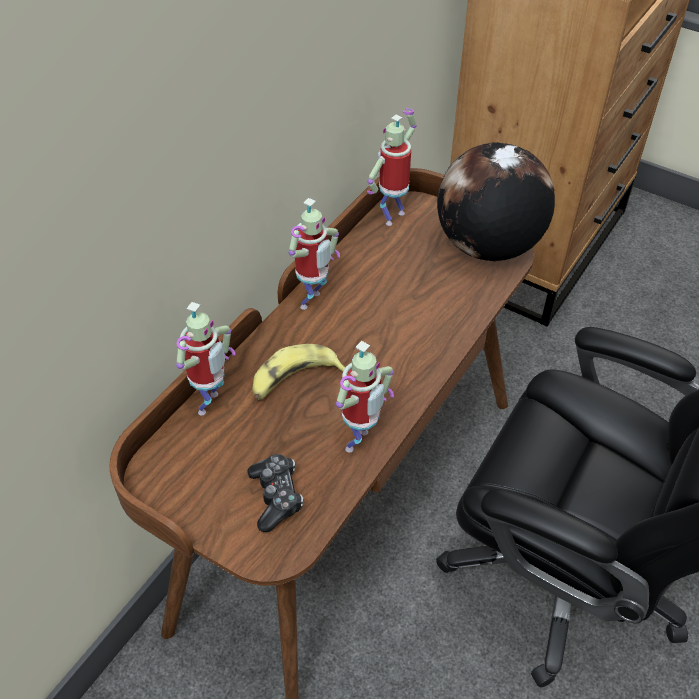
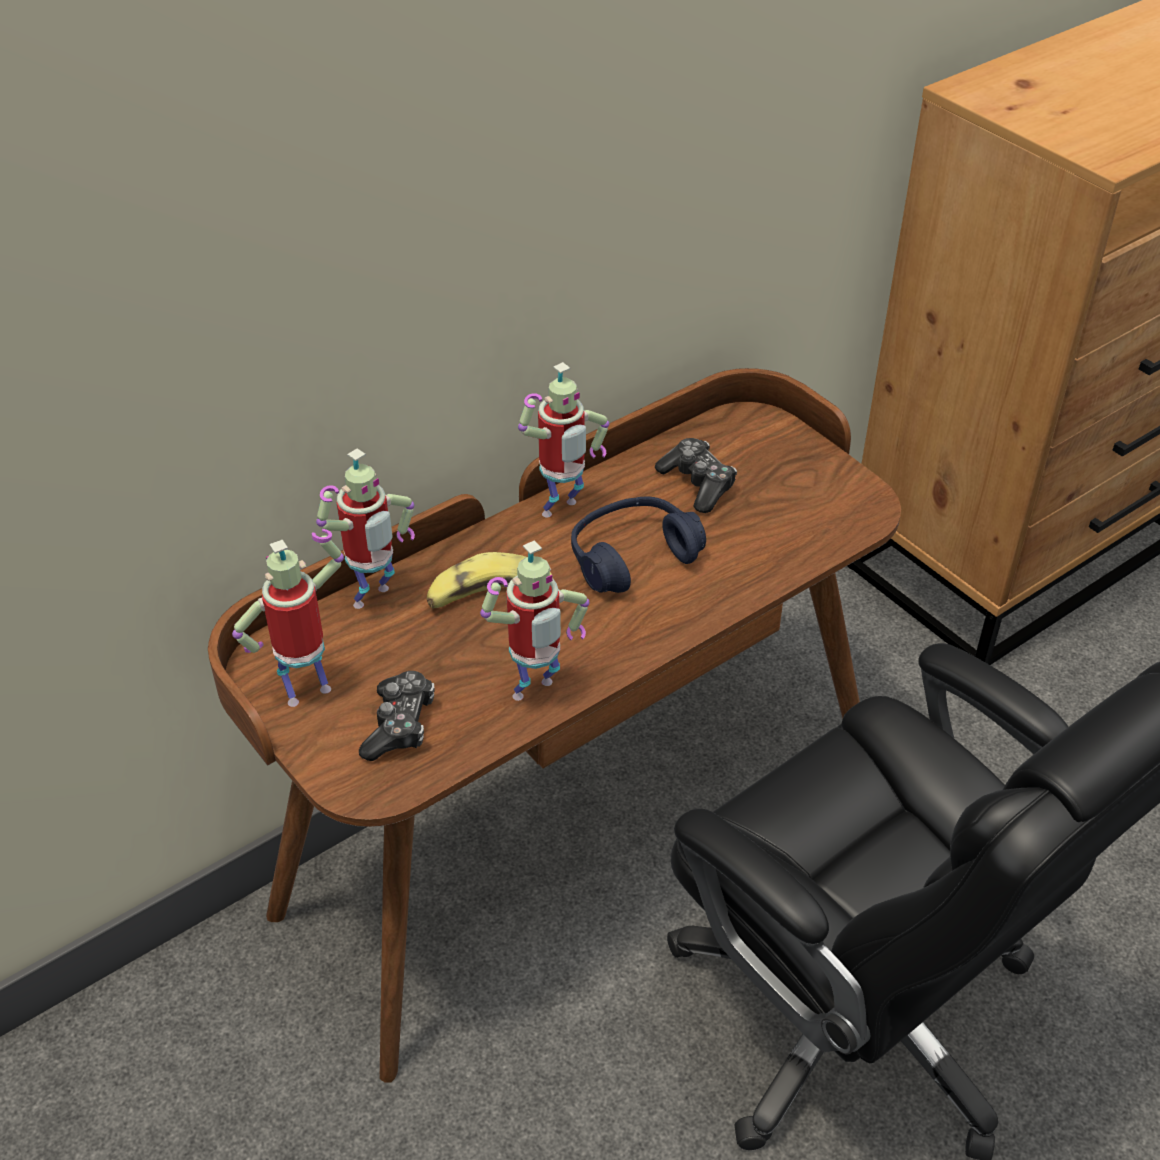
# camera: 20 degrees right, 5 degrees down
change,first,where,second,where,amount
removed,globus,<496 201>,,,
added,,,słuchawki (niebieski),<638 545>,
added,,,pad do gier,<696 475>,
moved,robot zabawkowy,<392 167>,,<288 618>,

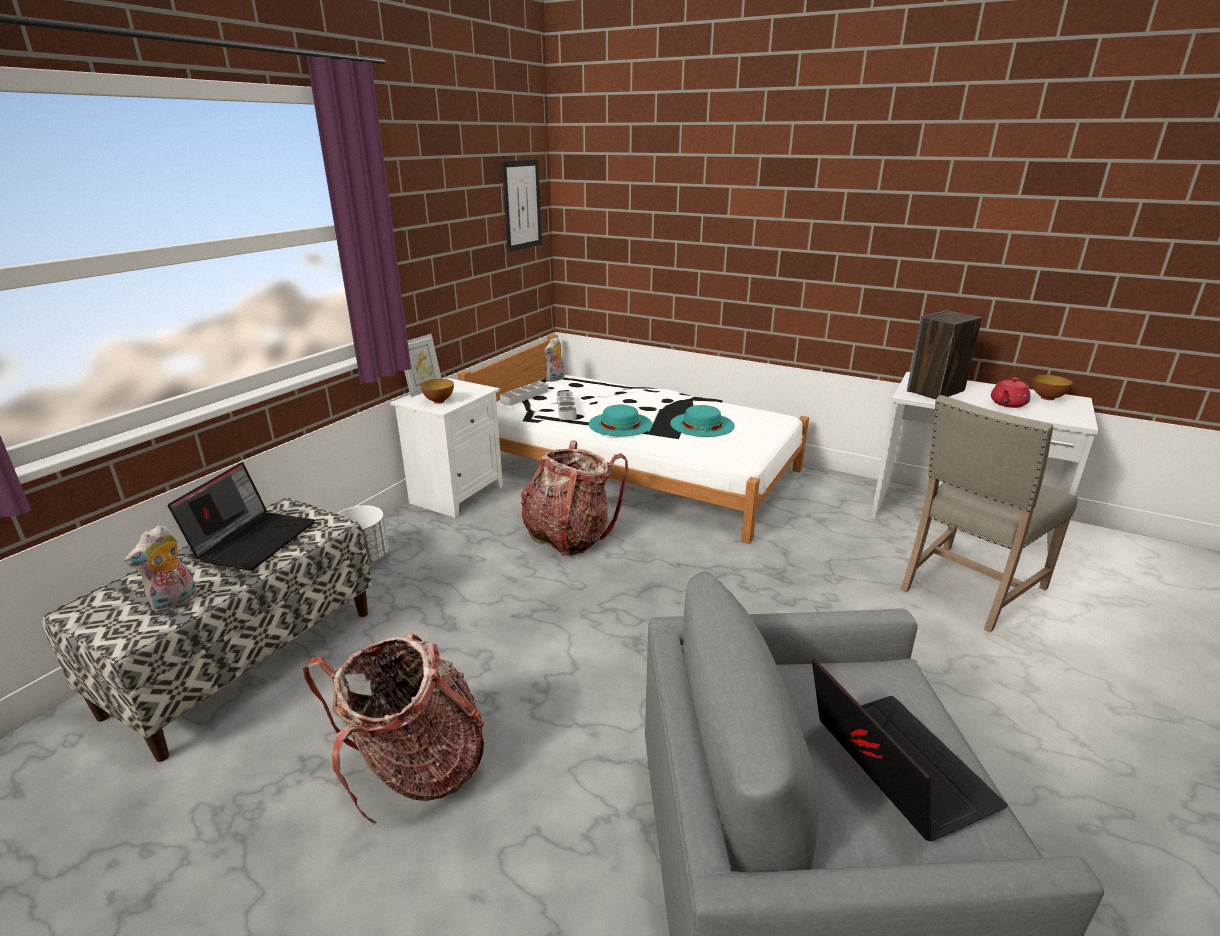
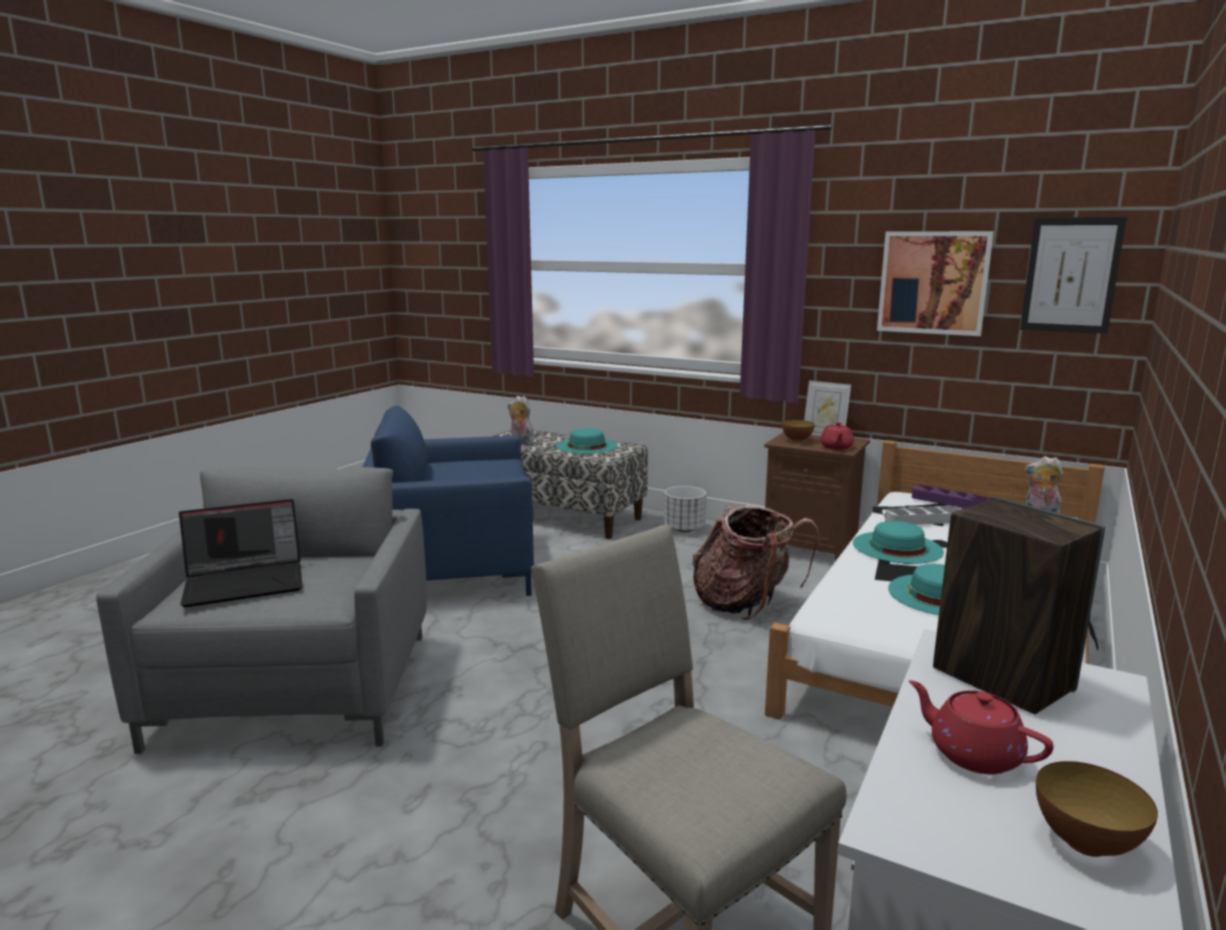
# camera: 90 degrees right, 10 degrees down
change,first,where,second,where,amount
added,,,imbryk (czerwony),<837 436>,
added,,,obraz,<935 283>,
replaced,laptop,<241 516>,kapelusz (turkusowy),<587 441>,
replaced,plecak,<393 729>,fotel (niebieski),<448 500>,
recoloured,szafka nocna (biały),<446 448>,szafka nocna (brązowy),<817 496>,
recoloured,taca (szary),<524 393>,taca (fioletowy),<951 496>,

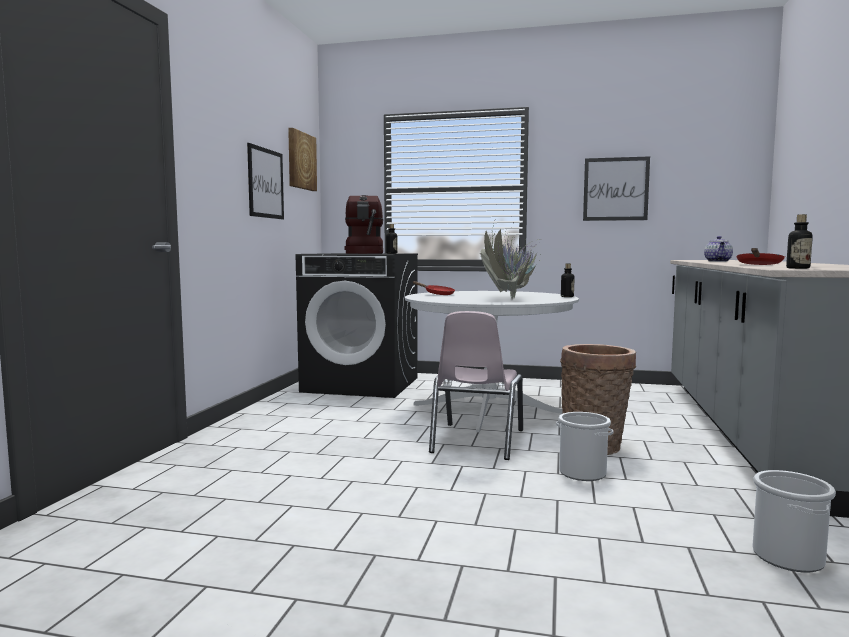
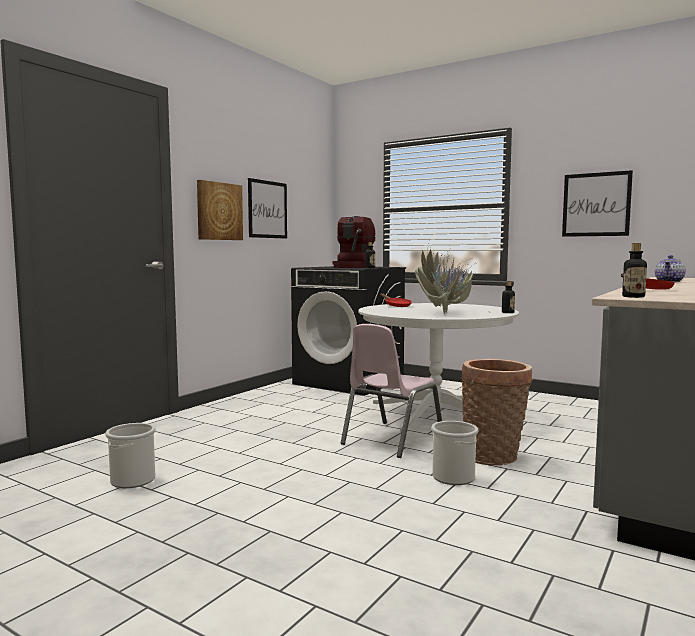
# camera: 20 degrees right, 0 degrees up
change,first,where,second,where,amount
moved,obraz,<302 159>,,<220 210>,
moved,wiadro,<794 521>,,<130 455>,

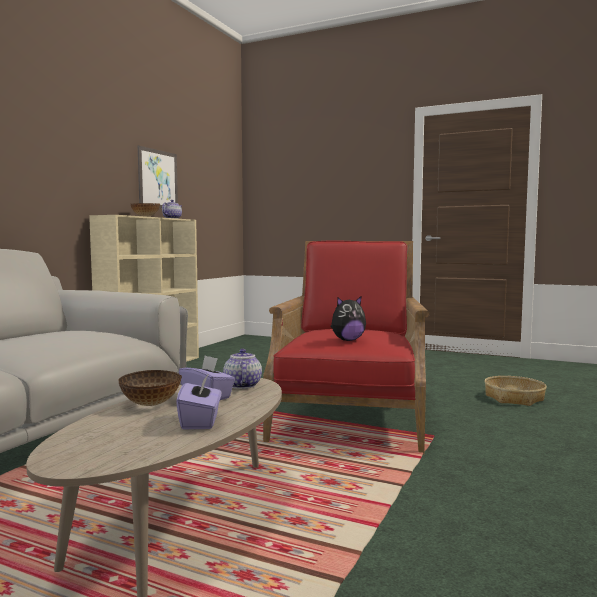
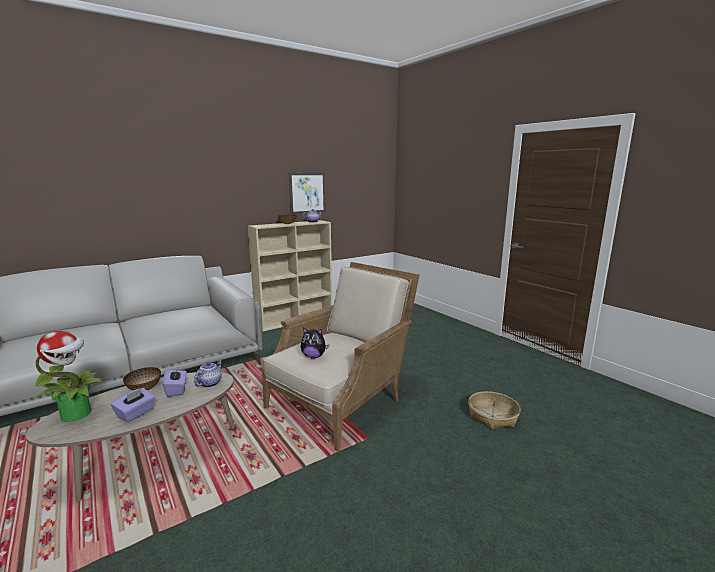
# camera: 30 degrees right, 10 degrees up
change,first,where,second,where,amount
added,,,roślina doniczkowa,<70 376>,
recoloured,fotel (czerwony),<346 347>,fotel (beżowy),<341 357>,

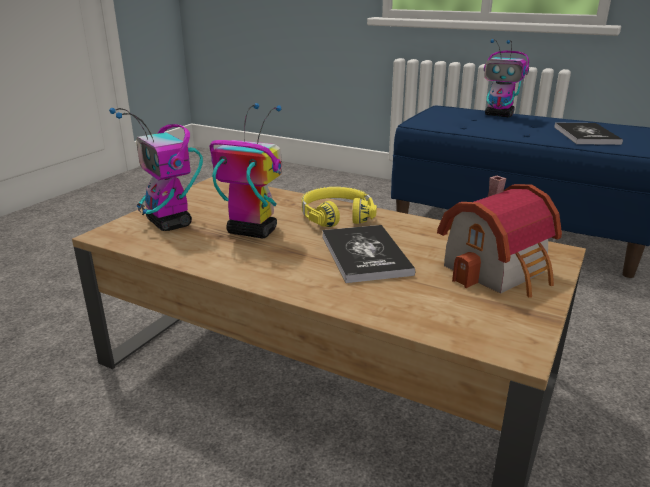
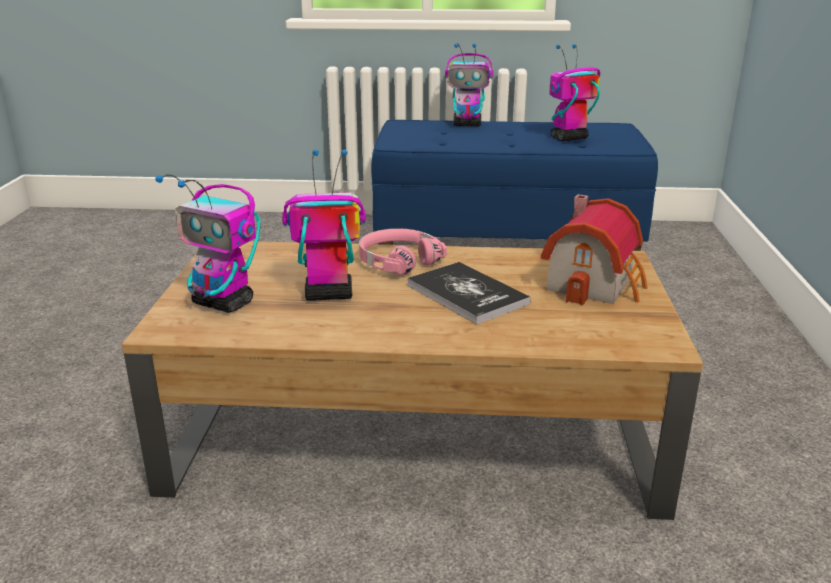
# camera: 25 degrees left, 0 degrees up
change,first,where,second,where,amount
replaced,książka,<588 134>,robot zabawkowy,<574 92>,
recoloured,słuchawki (żółty),<339 207>,słuchawki (różowy),<403 251>,

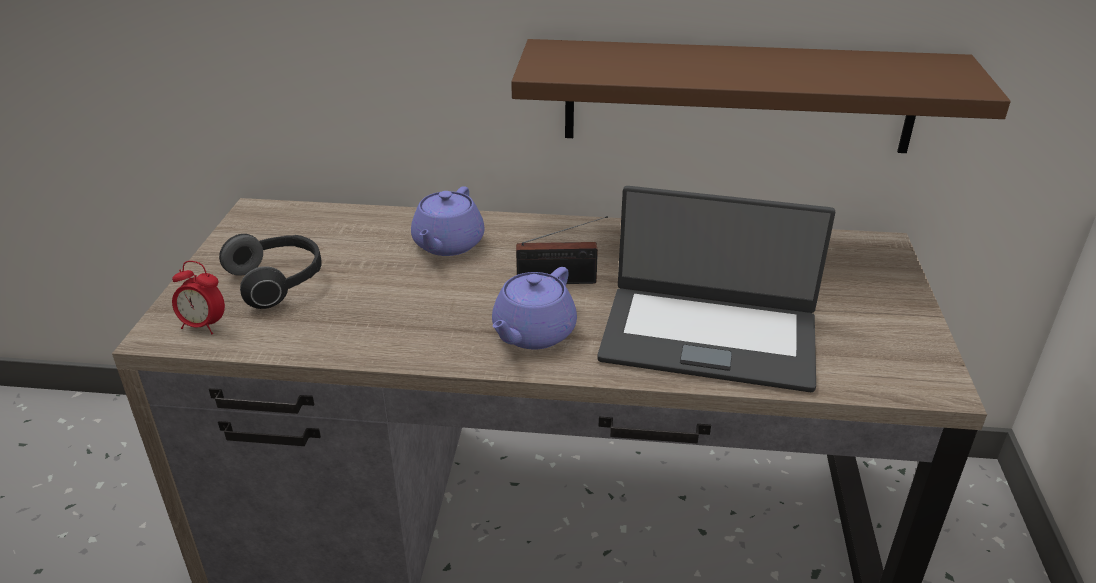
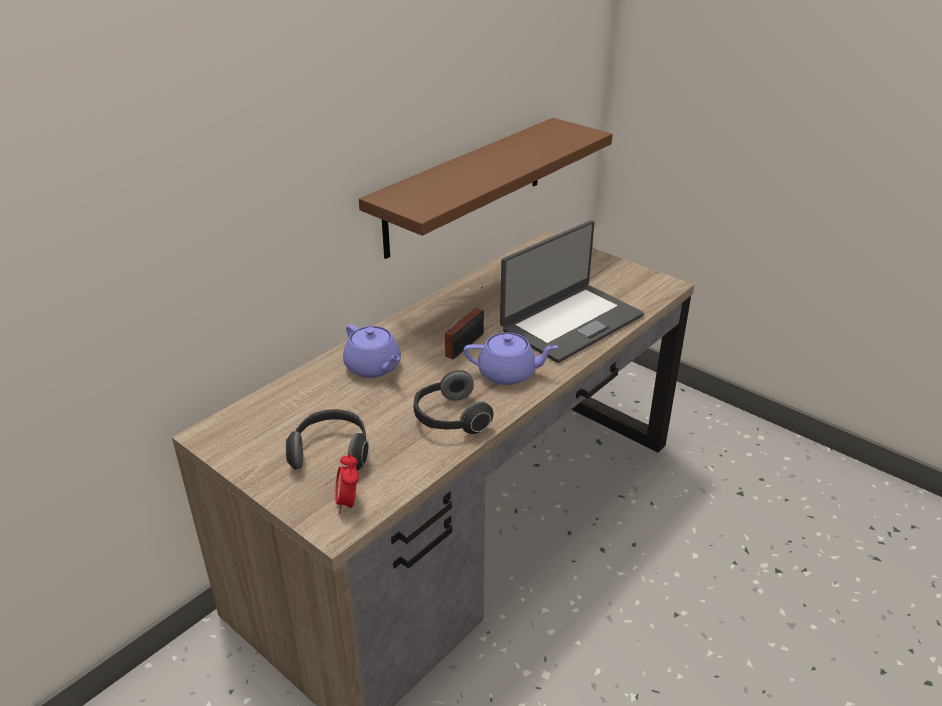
# camera: 55 degrees left, 0 degrees up
change,first,where,second,where,amount
added,,,słuchawki,<454 402>,
turned,budzik,<198 298>,,<347 483>,120 degrees clockwise
turned,imbryk (fioletowy),<534 308>,,<511 358>,60 degrees counterclockwise

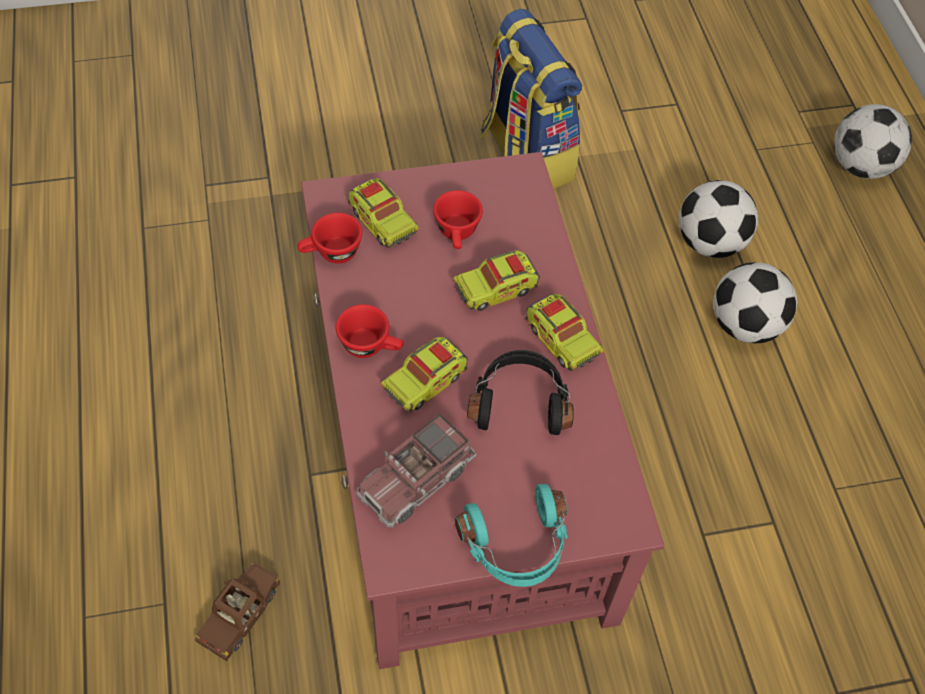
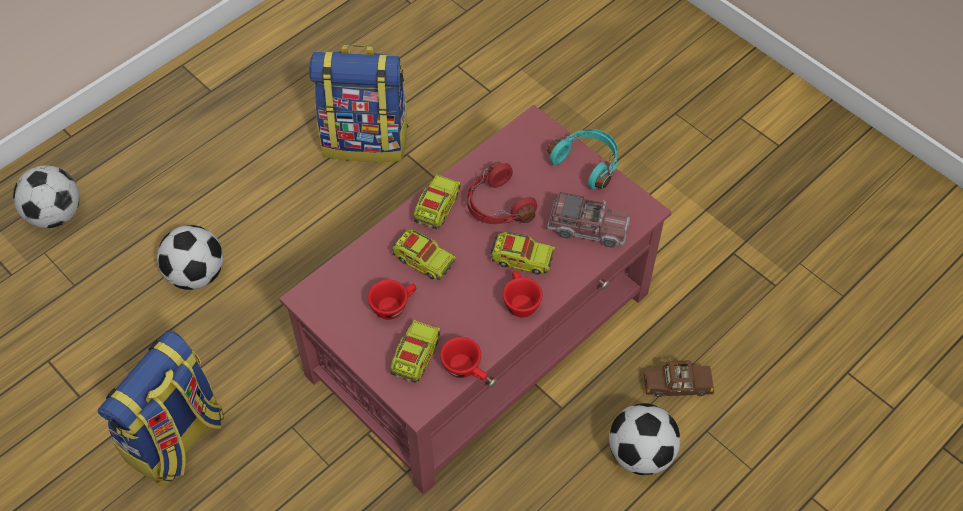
# camera: 120 degrees left, 0 degrees up
change,first,where,second,where,amount
added,,,plecak,<359 103>,
moved,piłka futbolowa,<755 302>,,<644 439>,
recoloured,słuchawki (czarny),<520 392>,słuchawki (czerwony),<502 193>,

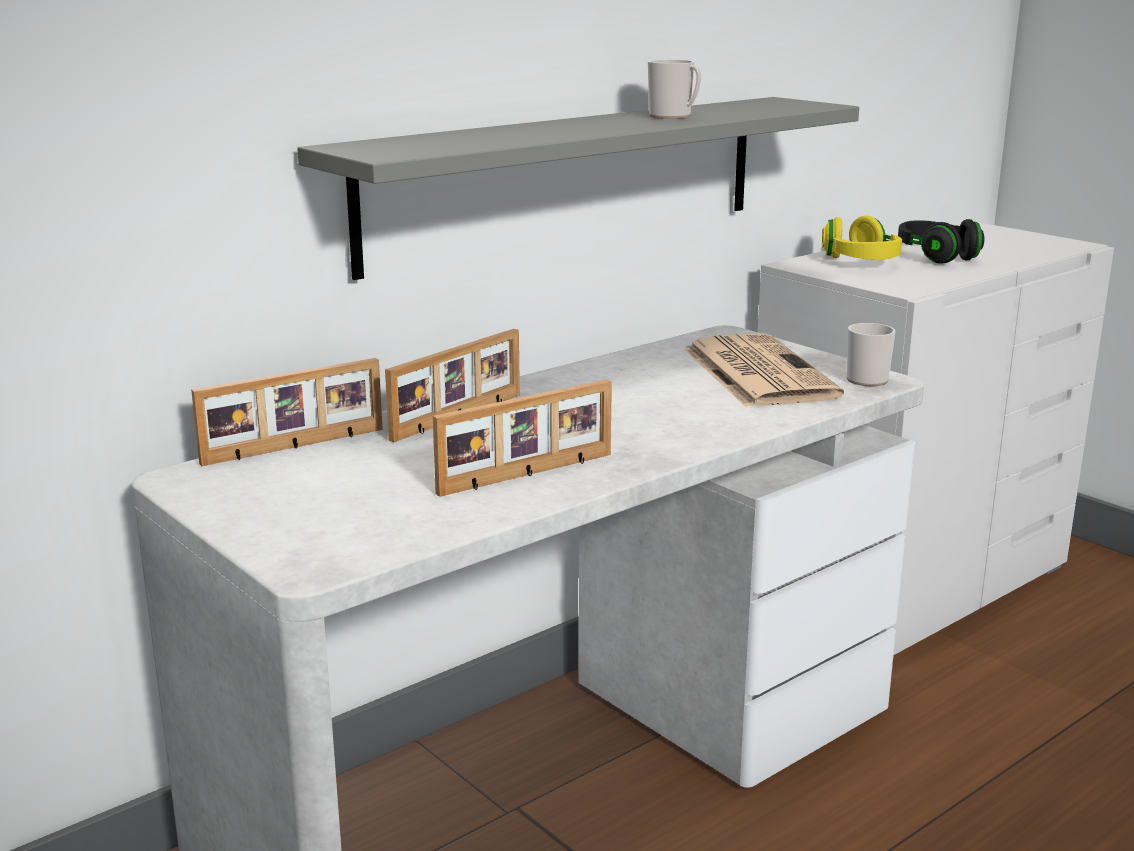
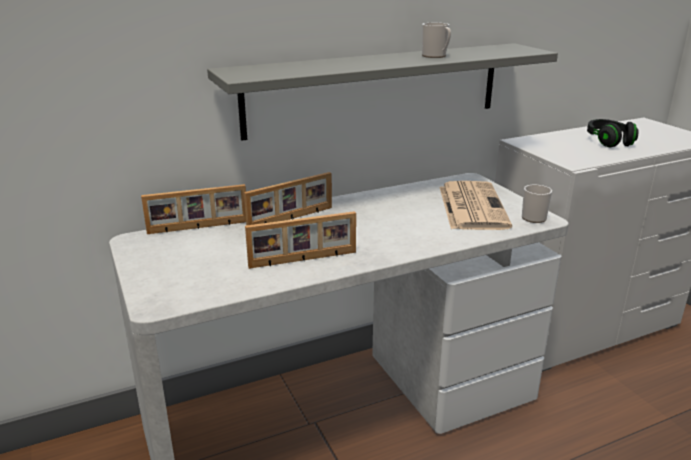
# camera: 15 degrees right, 5 degrees up
change,first,where,second,where,amount
removed,słuchawki (żółty),<862 238>,,,

